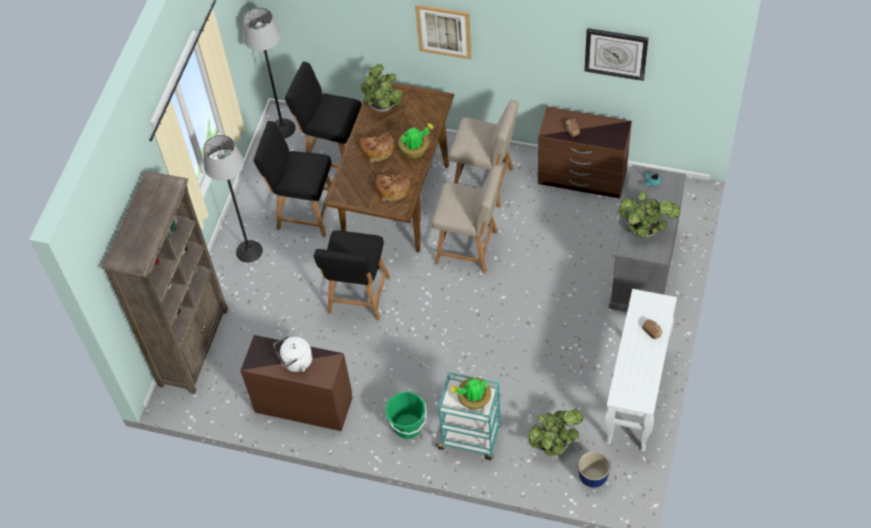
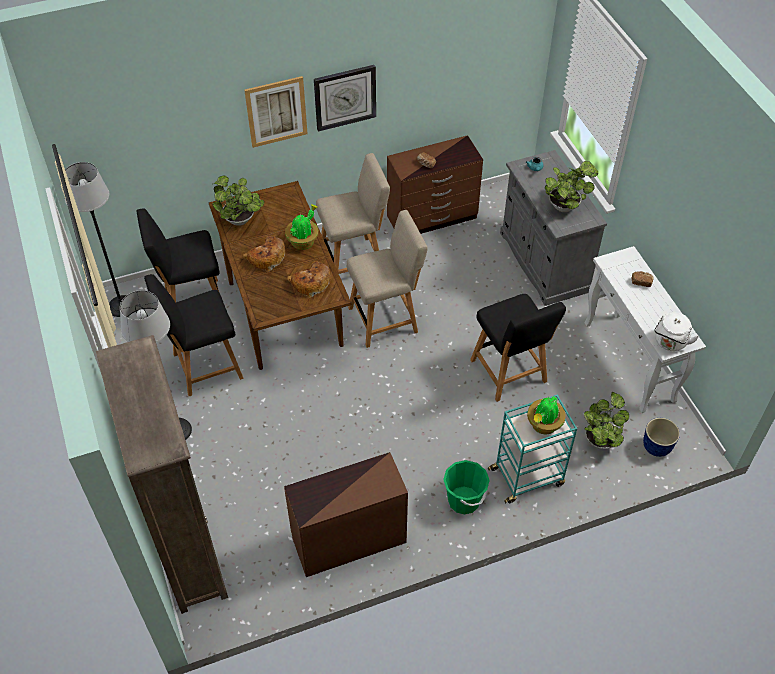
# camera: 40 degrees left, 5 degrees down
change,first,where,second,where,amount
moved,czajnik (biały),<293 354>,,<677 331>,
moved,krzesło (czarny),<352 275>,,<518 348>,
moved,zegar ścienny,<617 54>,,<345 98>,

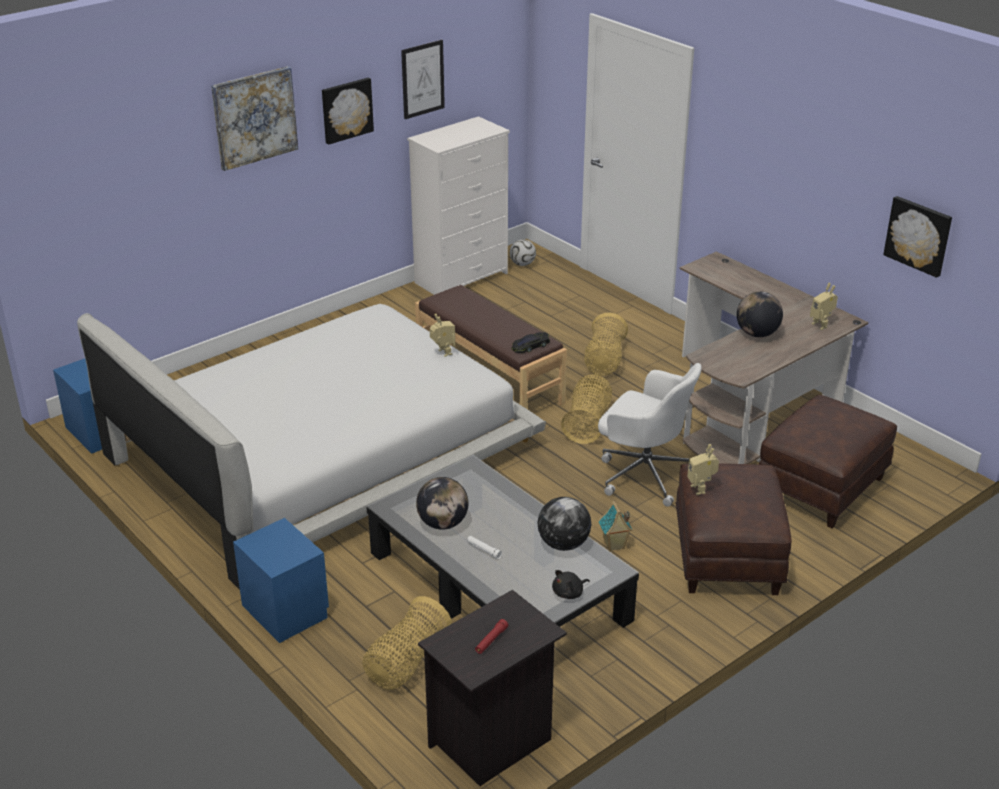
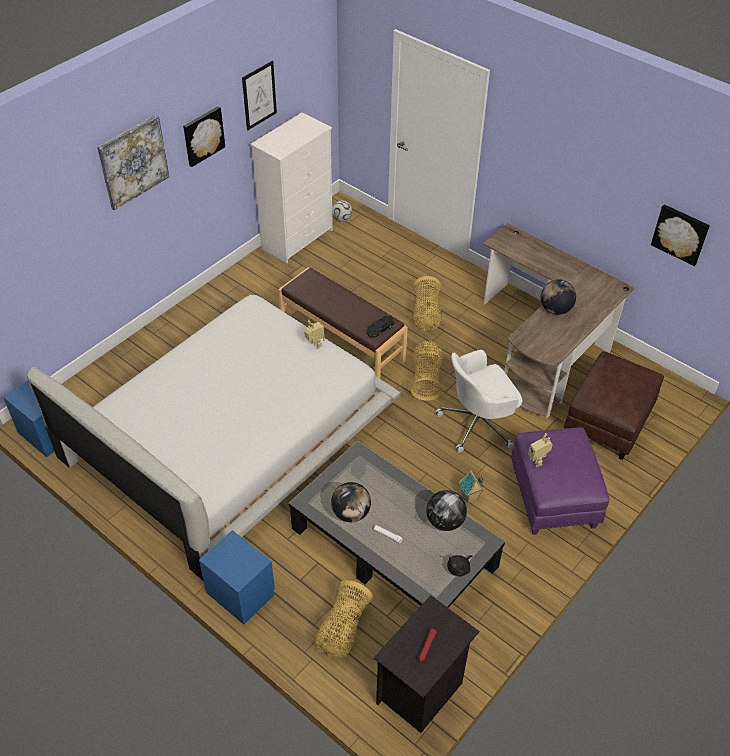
# camera: 10 degrees left, 15 degrees up
change,first,where,second,where,amount
removed,robot zabawkowy,<824 306>,,,
recoloured,pufa (brązowy),<733 529>,pufa (fioletowy),<560 481>,
turned,krzesło biurowe (biały),<650 435>,,<479 401>,135 degrees clockwise

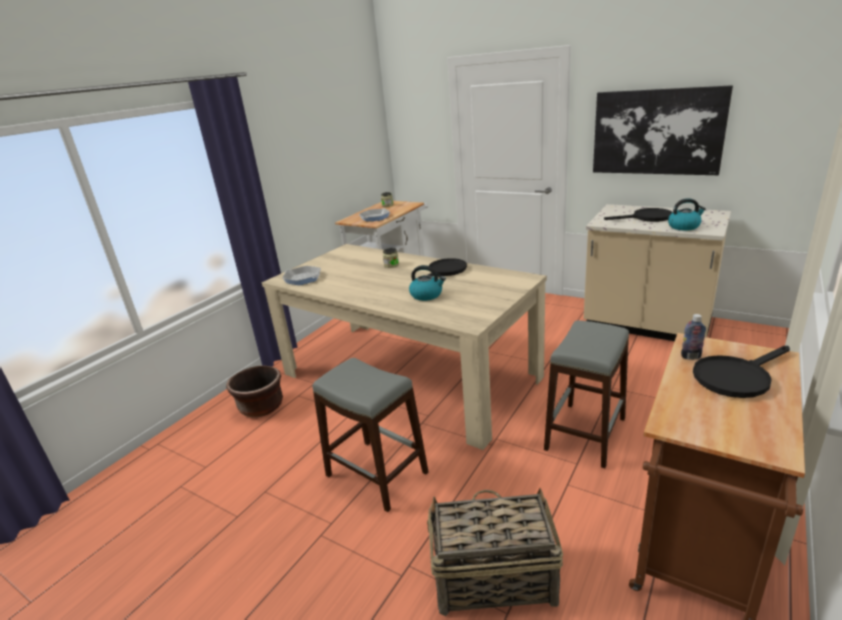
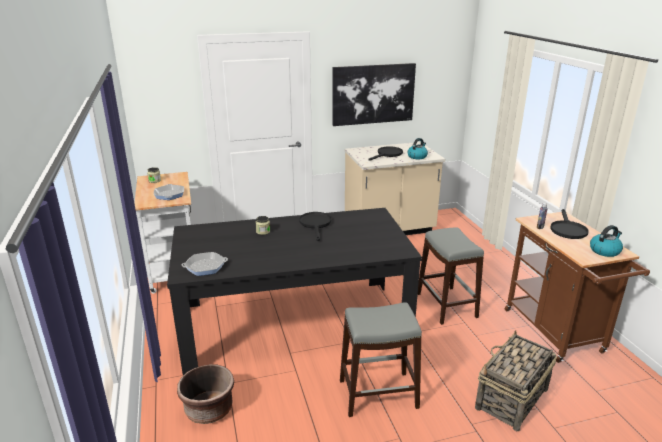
# camera: 50 degrees left, 0 degrees up
change,first,where,second,where,amount
moved,czajnik,<427 283>,,<606 241>,
recoloured,stół jadalny (beżowy),<404 347>,stół jadalny (czarny),<294 291>,

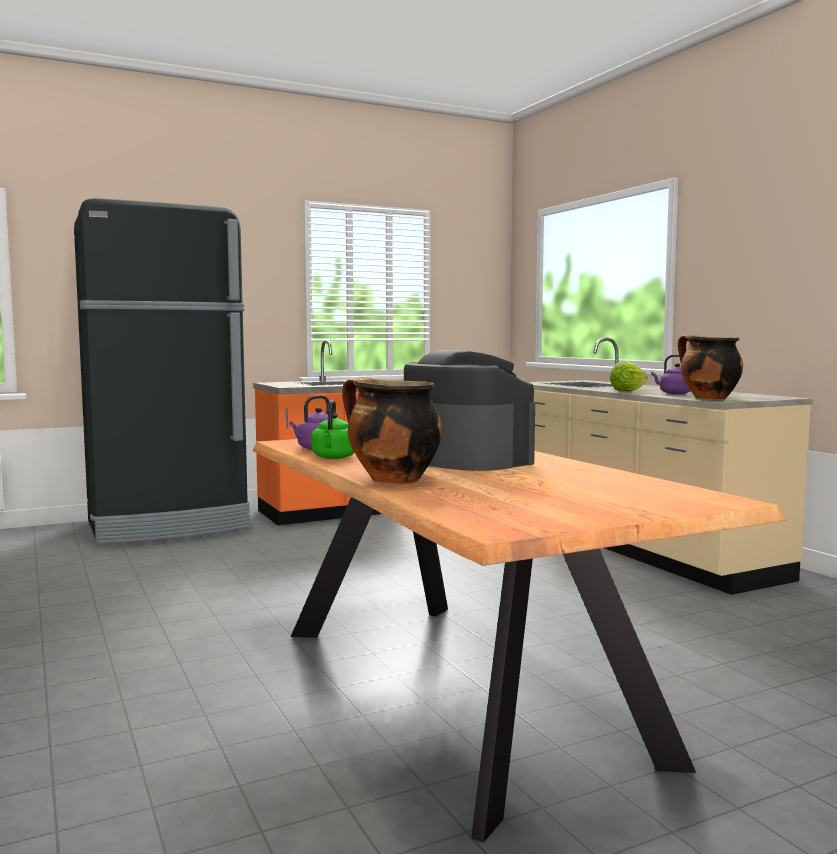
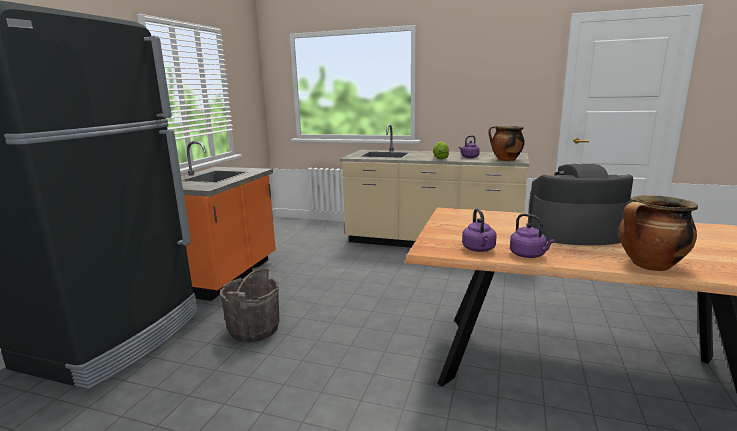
# camera: 45 degrees left, 10 degrees up
change,first,where,second,where,amount
added,,,wiadro (szary),<250 304>,
recoloured,czajnik (zielony),<333 429>,czajnik (fioletowy),<532 235>,

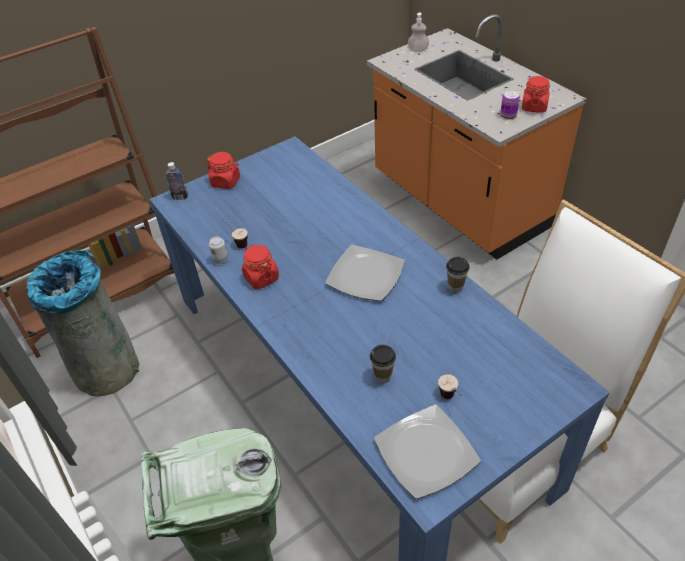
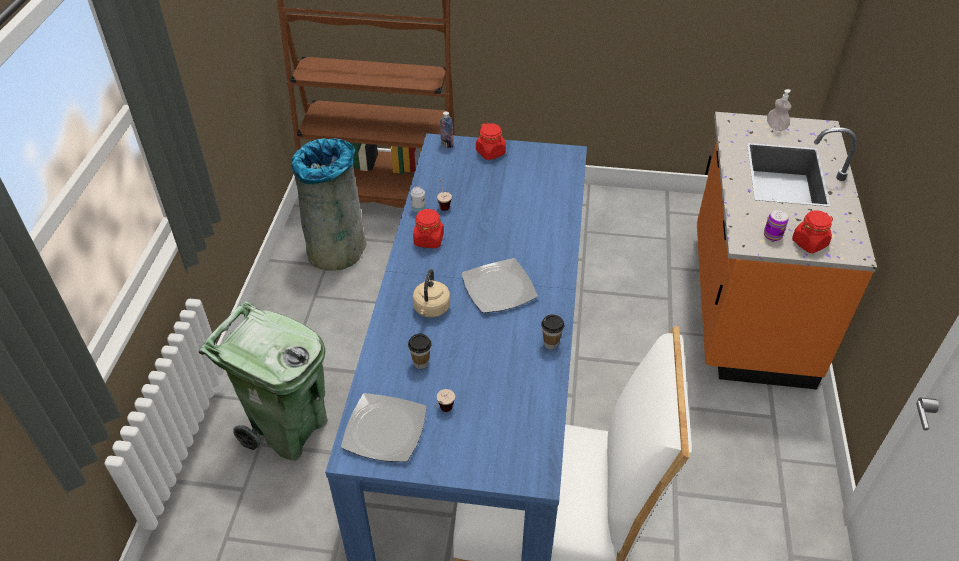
# camera: 40 degrees right, 0 degrees up
change,first,where,second,where,amount
added,,,czajnik (beżowy),<431 293>,

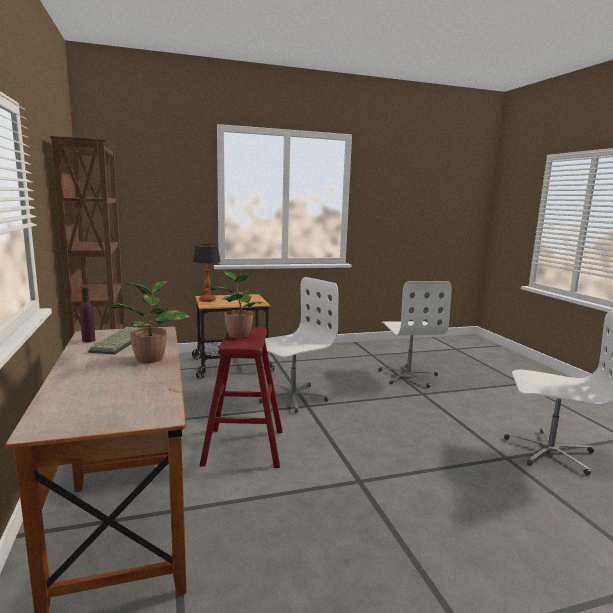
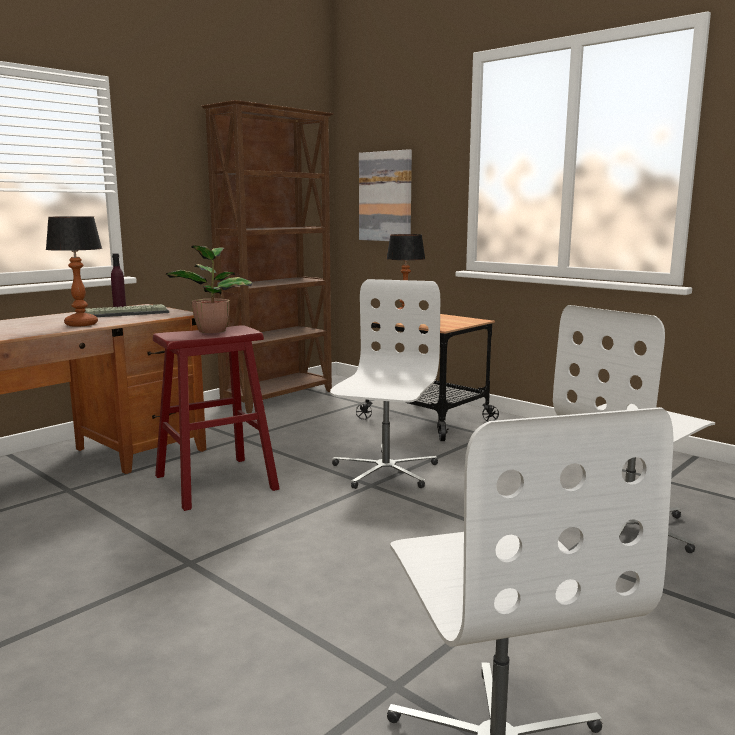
# camera: 60 degrees right, 0 degrees up
change,first,where,second,where,amount
added,,,obraz,<385 195>,
replaced,roślina doniczkowa,<149 322>,lampa stołowa,<74 271>,
turned,krzesło biurowe (biały),<298 345>,,<385 384>,90 degrees counterclockwise

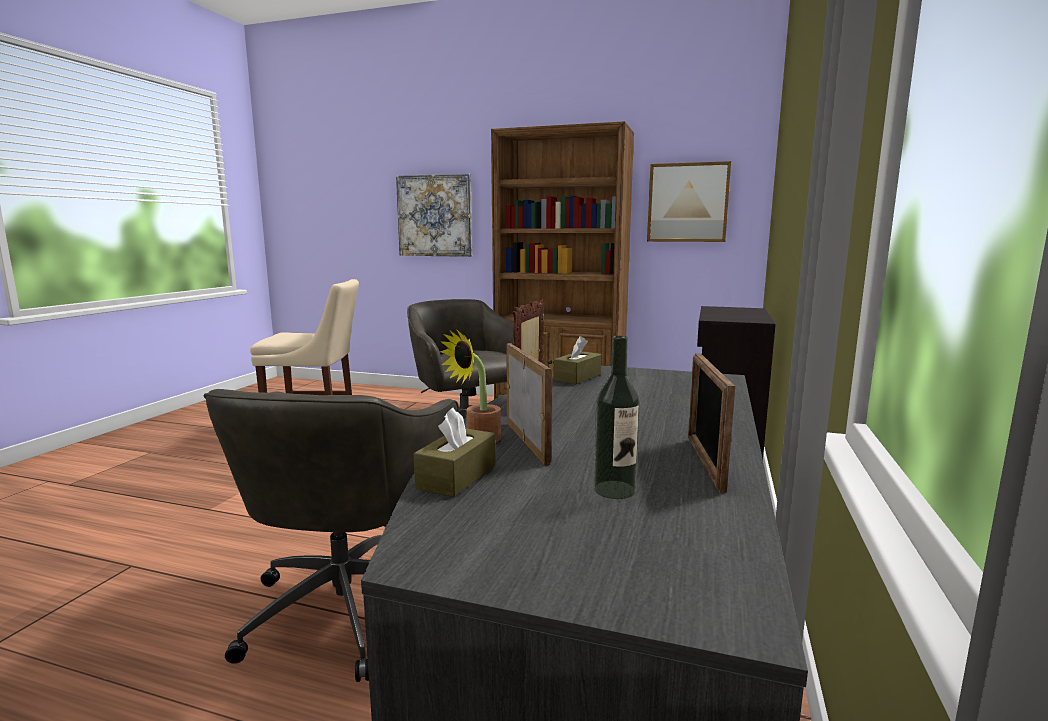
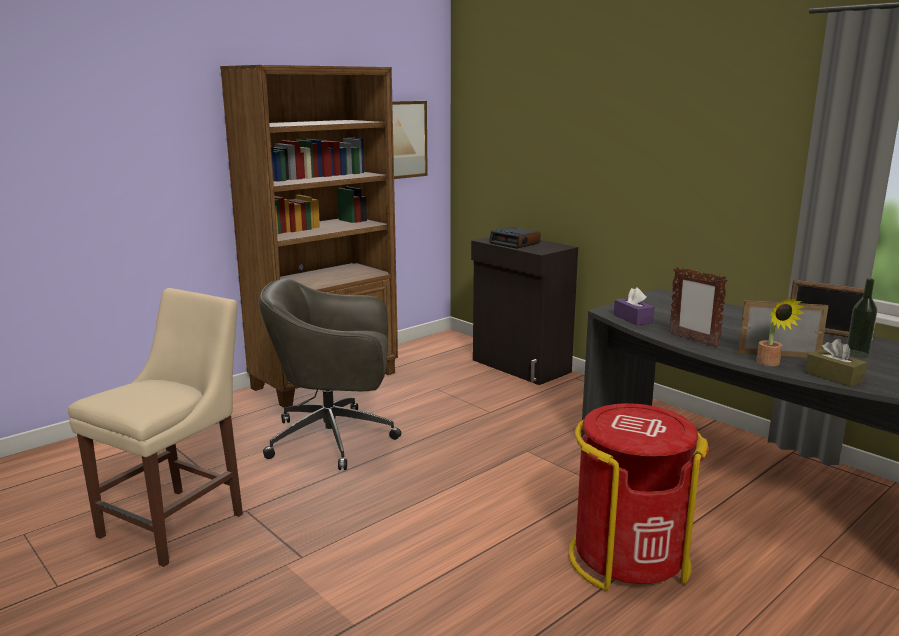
# camera: 60 degrees left, 5 degrees up
change,first,where,second,where,amount
removed,obraz,<434 215>,,,
added,,,budzik,<515 237>,
replaced,krzesło biurowe (szary),<331 535>,kosz na śmieci (czerwony),<638 497>,
recoloured,pudełko chusteczek (brązowy),<577 360>,pudełko chusteczek (fioletowy),<634 306>,

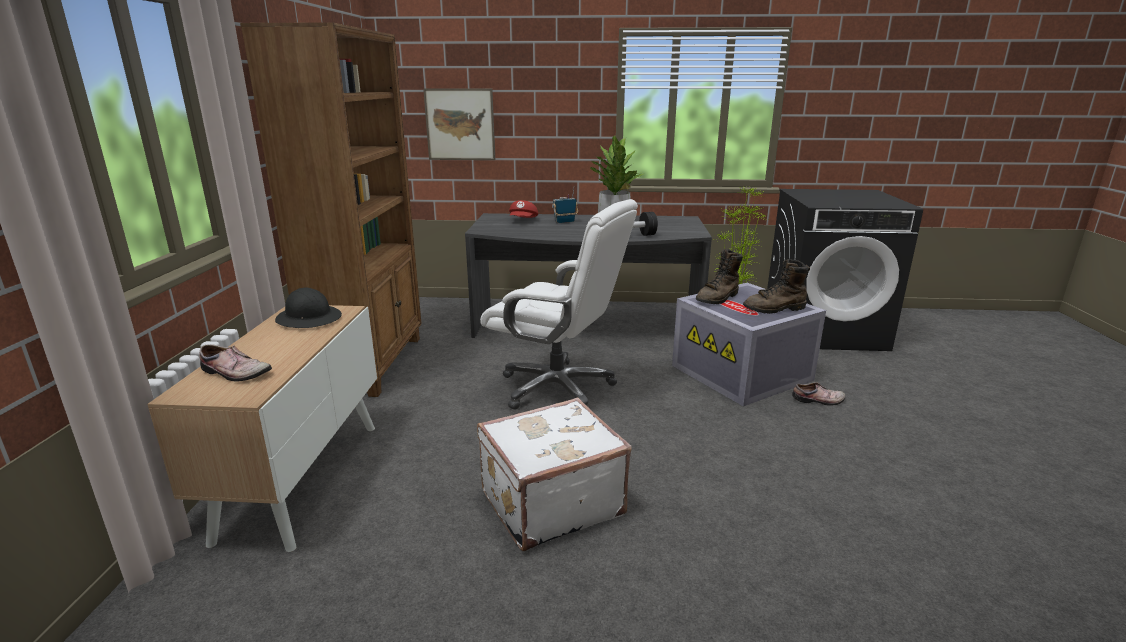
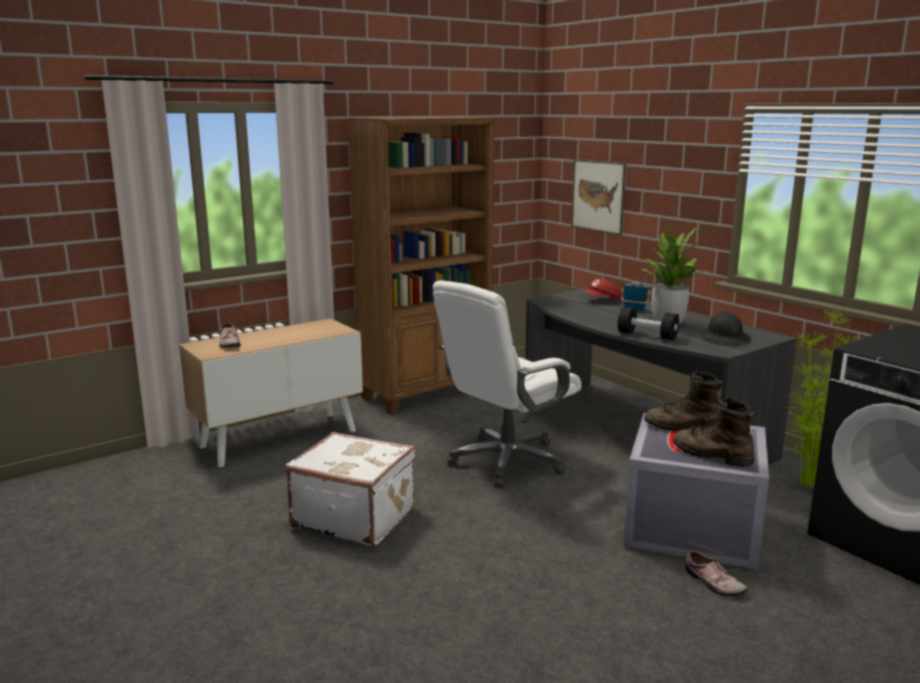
# camera: 50 degrees right, 5 degrees down
change,first,where,second,where,amount
moved,kask (czarny),<308 308>,,<725 328>,
turned,krzesło biurowe (biały),<559 304>,,<507 384>,60 degrees clockwise

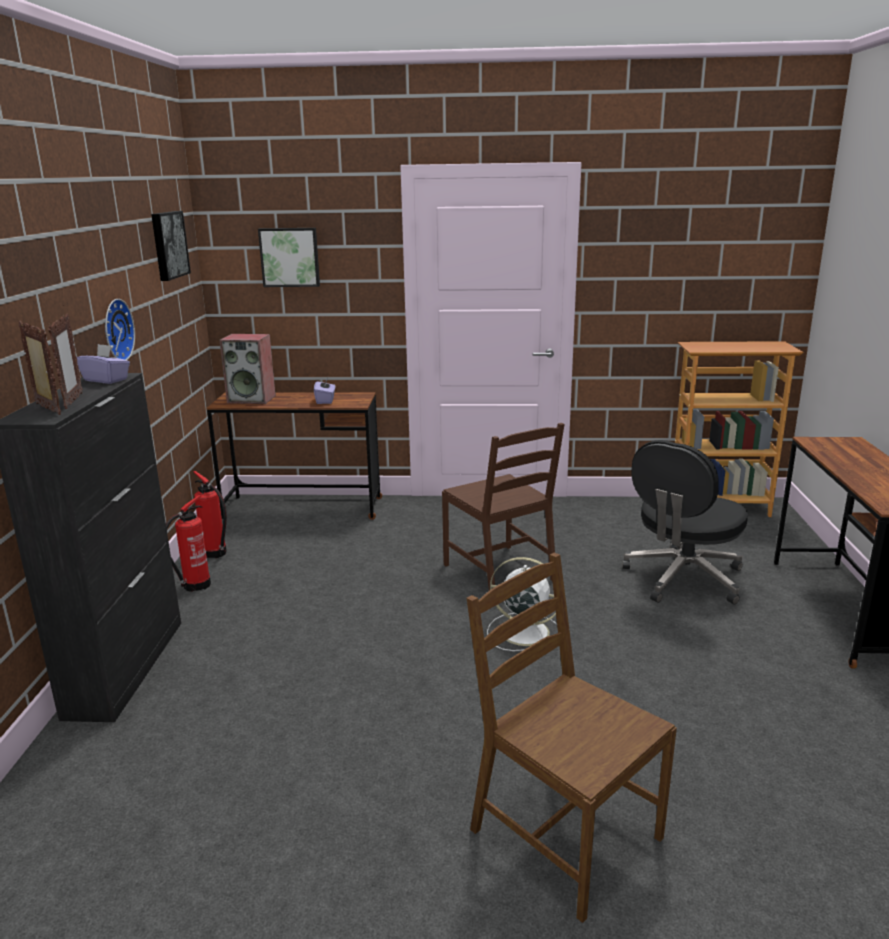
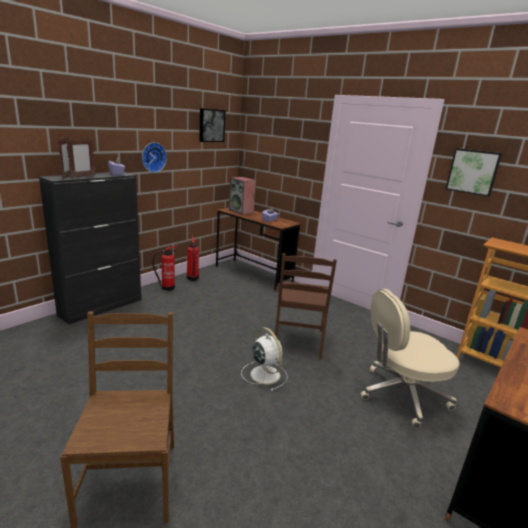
# camera: 35 degrees right, 0 degrees up
change,first,where,second,where,amount
moved,obraz,<289 257>,,<473 172>,
recoloured,krzesło biurowe (czarny),<685 522>,krzesło biurowe (beżowy),<410 358>,

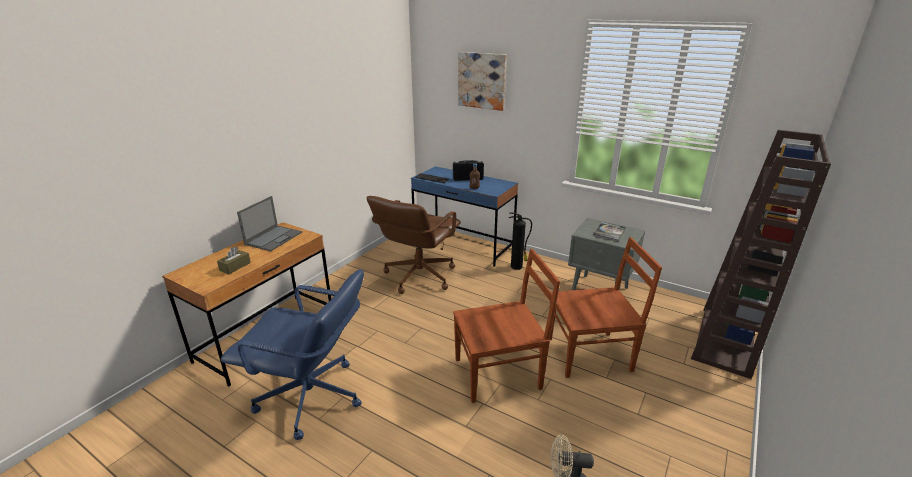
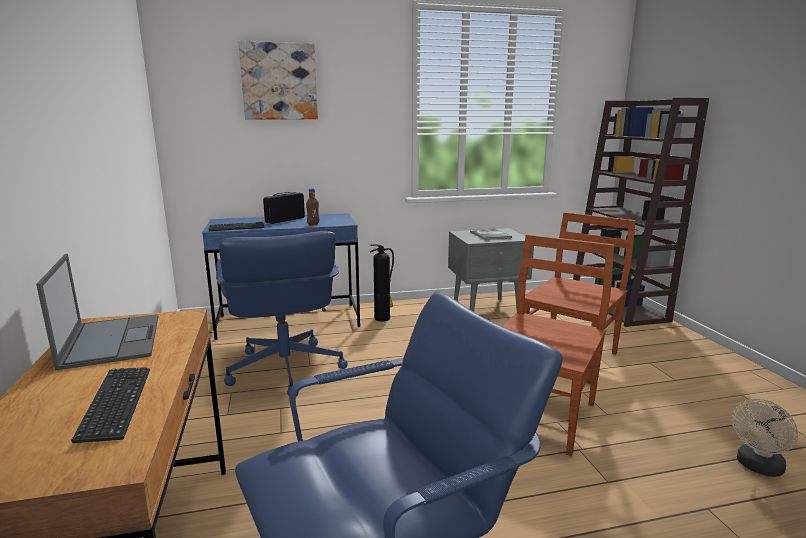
# camera: 45 degrees left, 10 degrees down
change,first,where,second,where,amount
replaced,pudełko chusteczek (brązowy),<234 260>,klawiatura,<110 405>,
recoloured,krzesło biurowe (brązowy),<413 245>,krzesło biurowe (niebieski),<282 314>,

